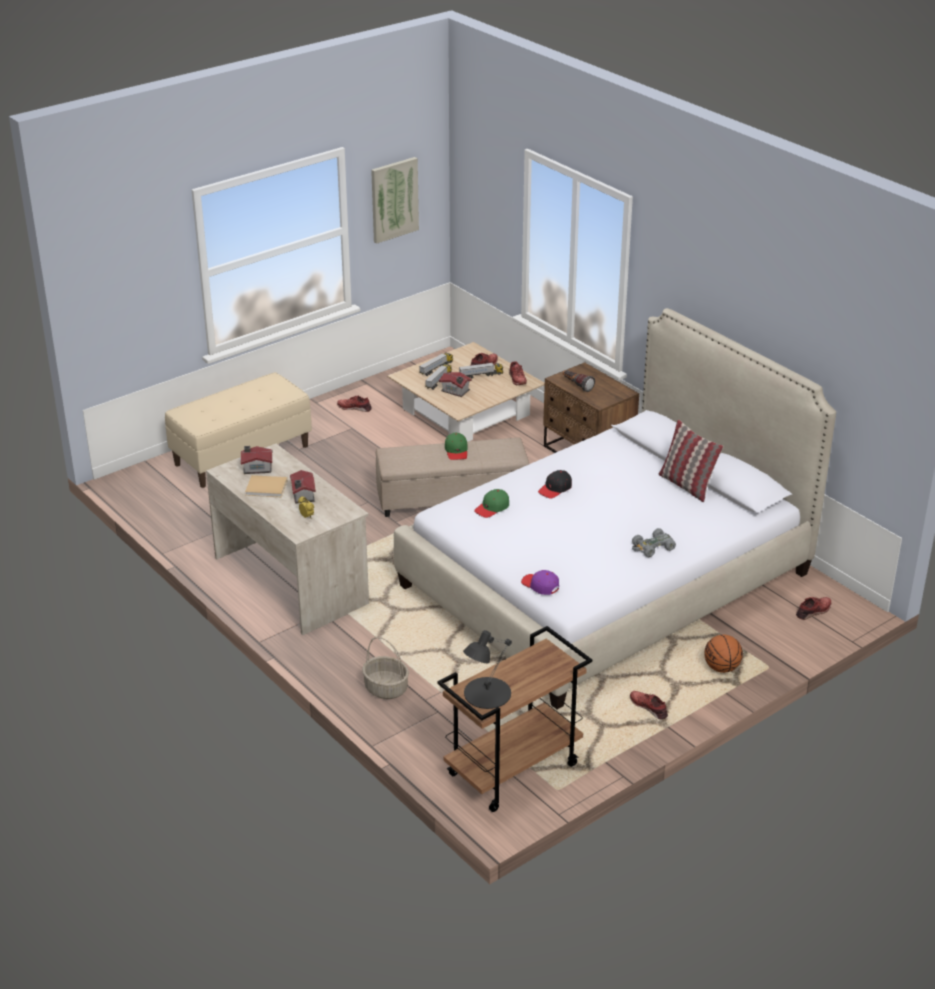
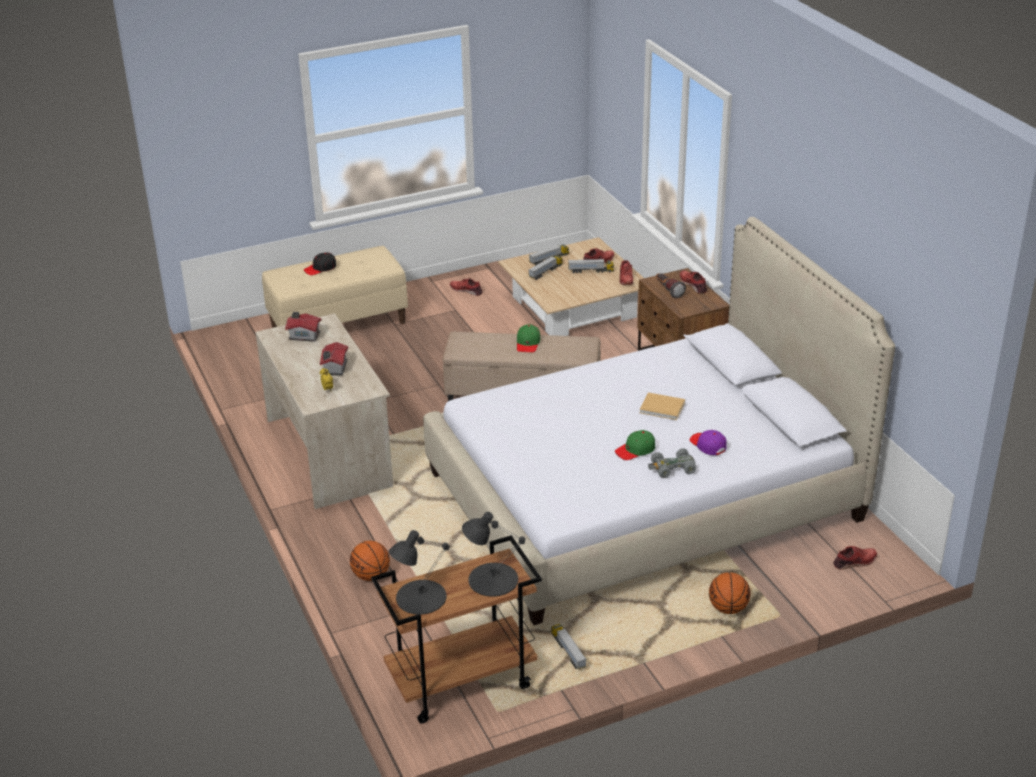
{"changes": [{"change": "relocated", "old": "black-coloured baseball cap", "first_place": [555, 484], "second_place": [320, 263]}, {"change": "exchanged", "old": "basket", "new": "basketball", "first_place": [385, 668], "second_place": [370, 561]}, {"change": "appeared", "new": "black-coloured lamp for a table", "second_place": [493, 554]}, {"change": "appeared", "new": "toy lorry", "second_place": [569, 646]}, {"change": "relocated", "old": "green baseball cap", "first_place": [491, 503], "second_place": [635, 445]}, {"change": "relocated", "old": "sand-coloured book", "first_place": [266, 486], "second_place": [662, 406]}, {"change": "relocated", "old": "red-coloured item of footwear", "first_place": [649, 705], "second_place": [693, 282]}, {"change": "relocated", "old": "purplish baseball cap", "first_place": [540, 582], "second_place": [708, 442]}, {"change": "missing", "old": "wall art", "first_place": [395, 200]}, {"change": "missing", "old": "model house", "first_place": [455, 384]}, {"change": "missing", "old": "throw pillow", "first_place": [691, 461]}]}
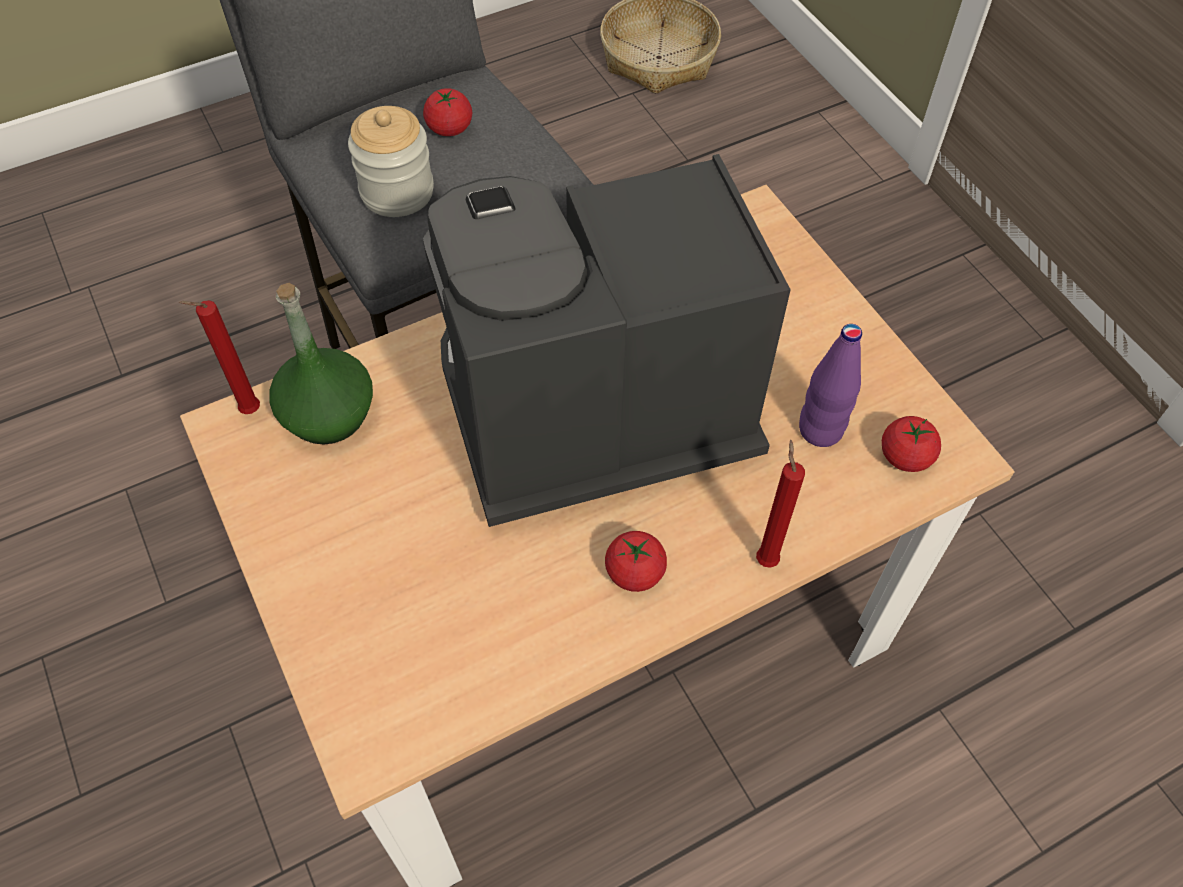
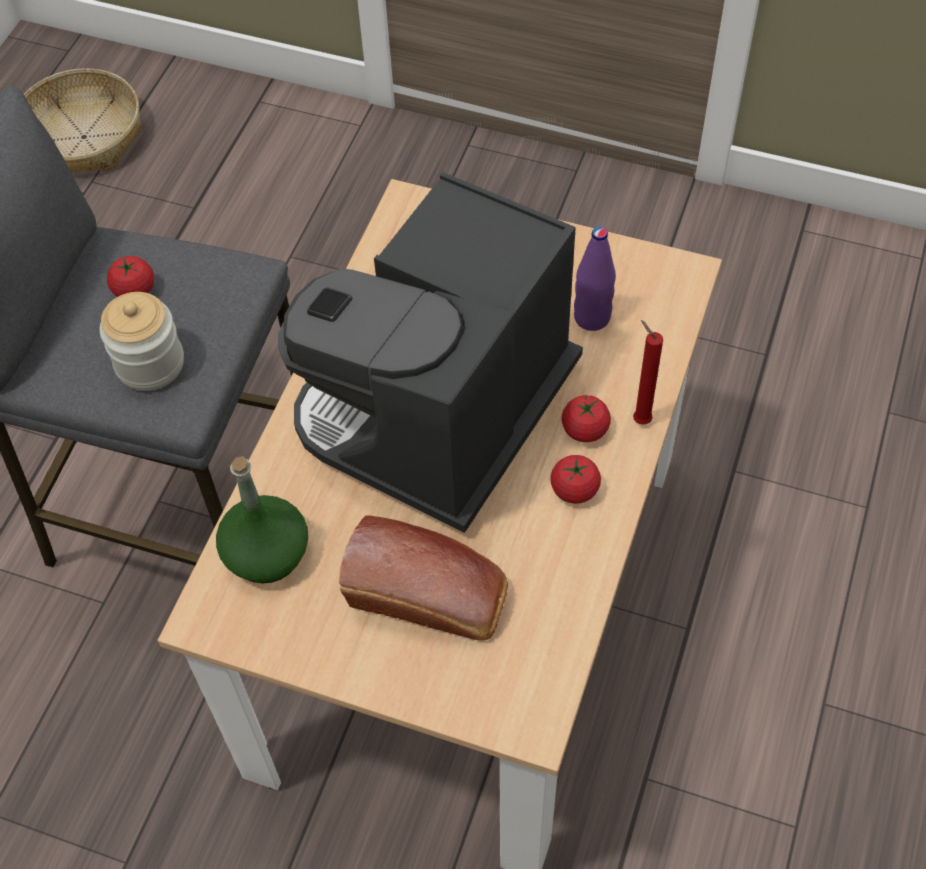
{"changes": [{"change": "appeared", "new": "bakery bread", "second_place": [423, 578]}, {"change": "relocated", "old": "fresh tomato", "first_place": [911, 444], "second_place": [586, 418]}, {"change": "missing", "old": "red-coloured candle", "first_place": [219, 357]}]}
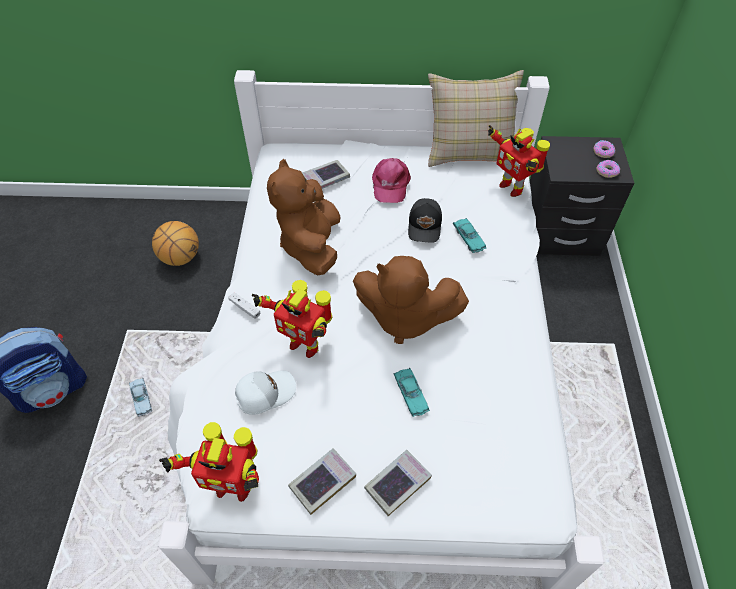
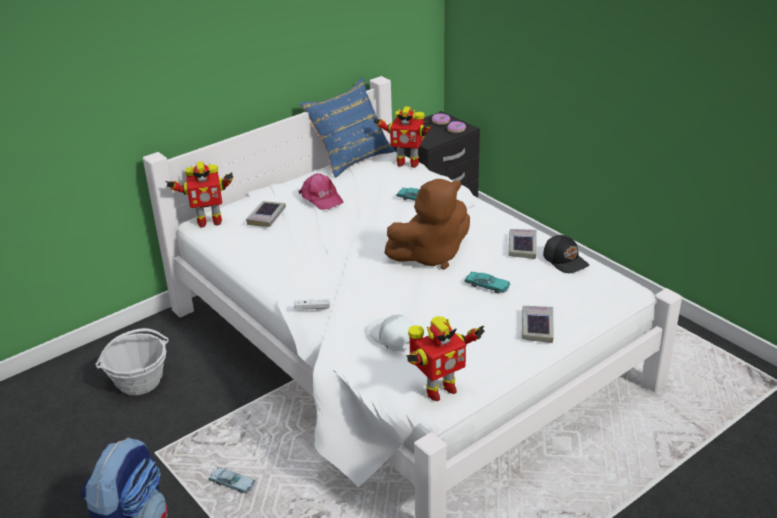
{"changes": [{"change": "exchanged", "old": "basketball", "new": "basket", "first_place": [175, 243], "second_place": [132, 361]}, {"change": "relocated", "old": "robot figure", "first_place": [292, 319], "second_place": [199, 194]}, {"change": "colour", "old": "sand-coloured throw pillow", "new": "blue throw pillow", "first_place": [476, 118], "second_place": [348, 128]}, {"change": "spun", "old": "white-coloured baseball cap", "first_place": [265, 392], "second_place": [391, 333], "degrees": -60}, {"change": "relocated", "old": "book", "first_place": [322, 482], "second_place": [522, 244]}, {"change": "relocated", "old": "black-coloured baseball cap", "first_place": [425, 220], "second_place": [566, 254]}, {"change": "missing", "old": "brown cuddly toy", "first_place": [304, 217]}]}
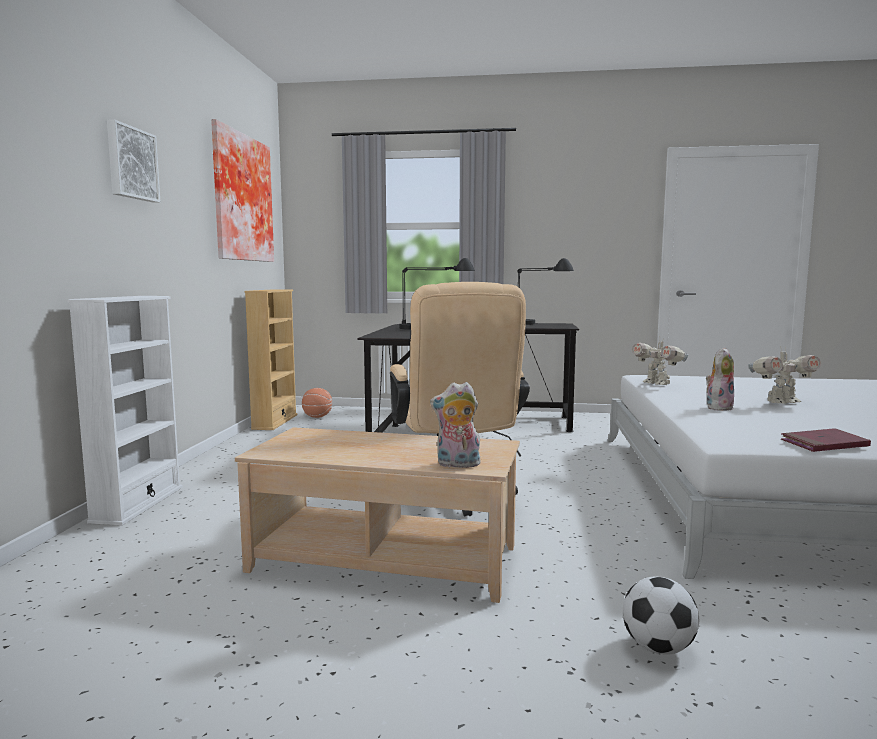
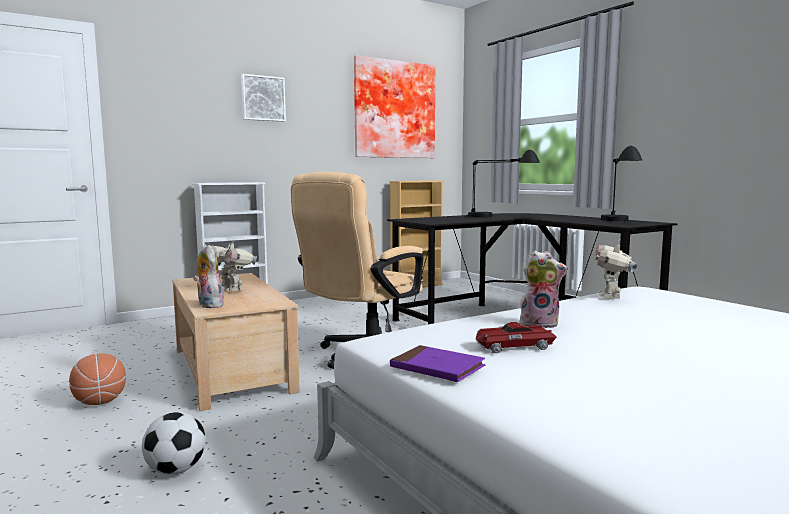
{"changes": [{"change": "relocated", "old": "basketball", "first_place": [317, 403], "second_place": [97, 379]}, {"change": "relocated", "old": "robot figure", "first_place": [785, 375], "second_place": [234, 264]}, {"change": "colour", "old": "red-coloured book", "new": "purplish book", "first_place": [826, 440], "second_place": [437, 363]}, {"change": "appeared", "new": "model car", "second_place": [516, 338]}]}
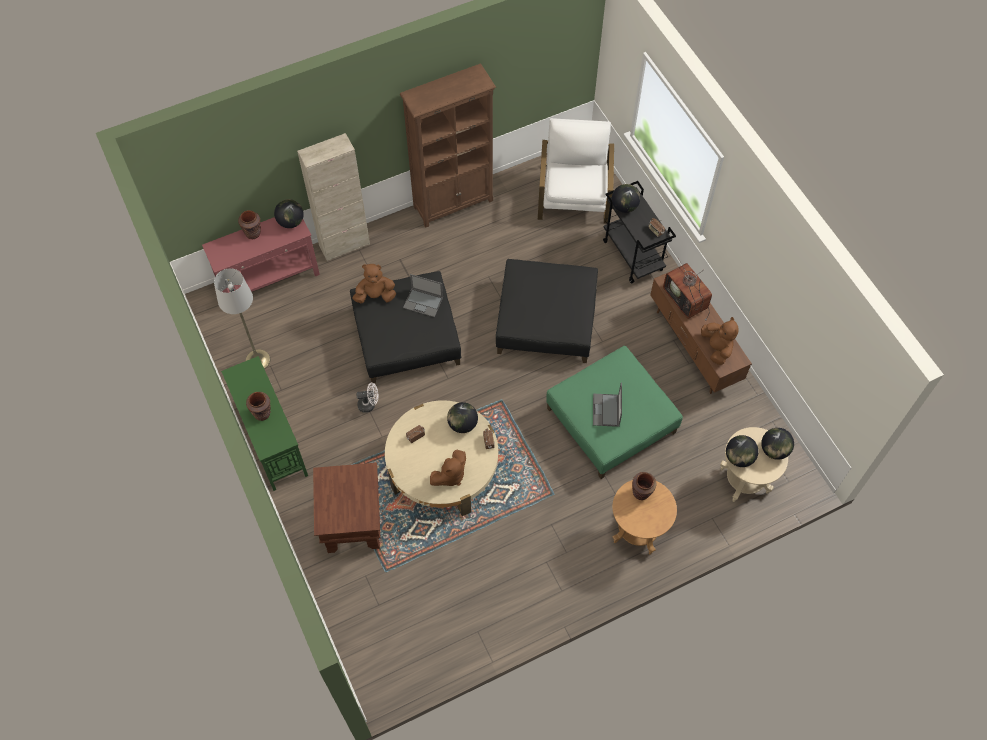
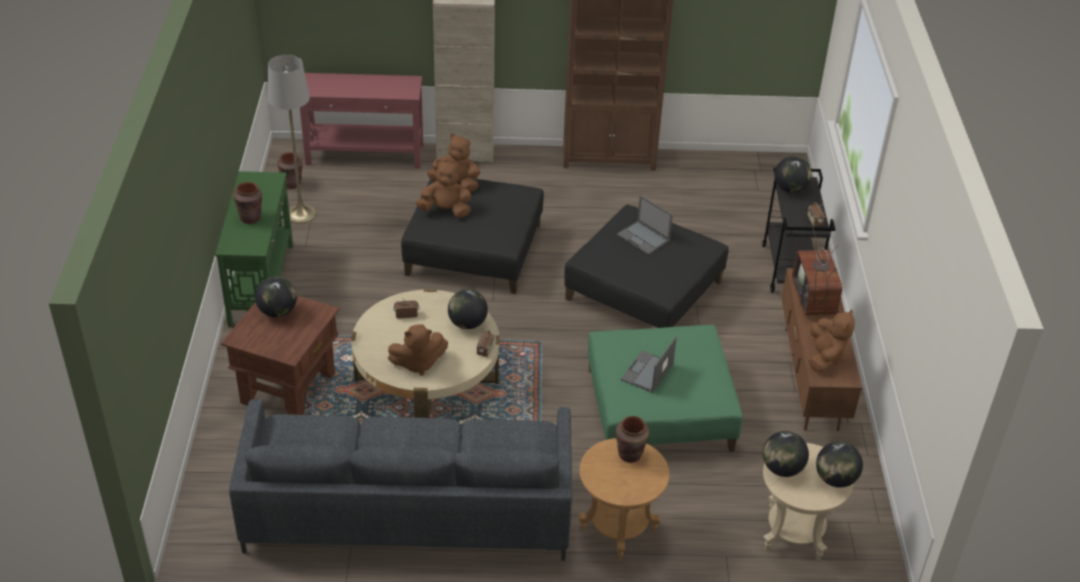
{"changes": [{"change": "appeared", "new": "greyish sofa", "second_place": [400, 480]}, {"change": "relocated", "old": "globe", "first_place": [289, 213], "second_place": [276, 296]}, {"change": "relocated", "old": "brown flower vase", "first_place": [249, 224], "second_place": [289, 170]}, {"change": "appeared", "new": "brown cuddly toy", "second_place": [443, 189]}, {"change": "relocated", "old": "notebook computer", "first_place": [423, 295], "second_place": [645, 225]}, {"change": "missing", "old": "white-coloured electric fan", "first_place": [367, 397]}, {"change": "missing", "old": "white-coloured lounge chair", "first_place": [576, 171]}]}
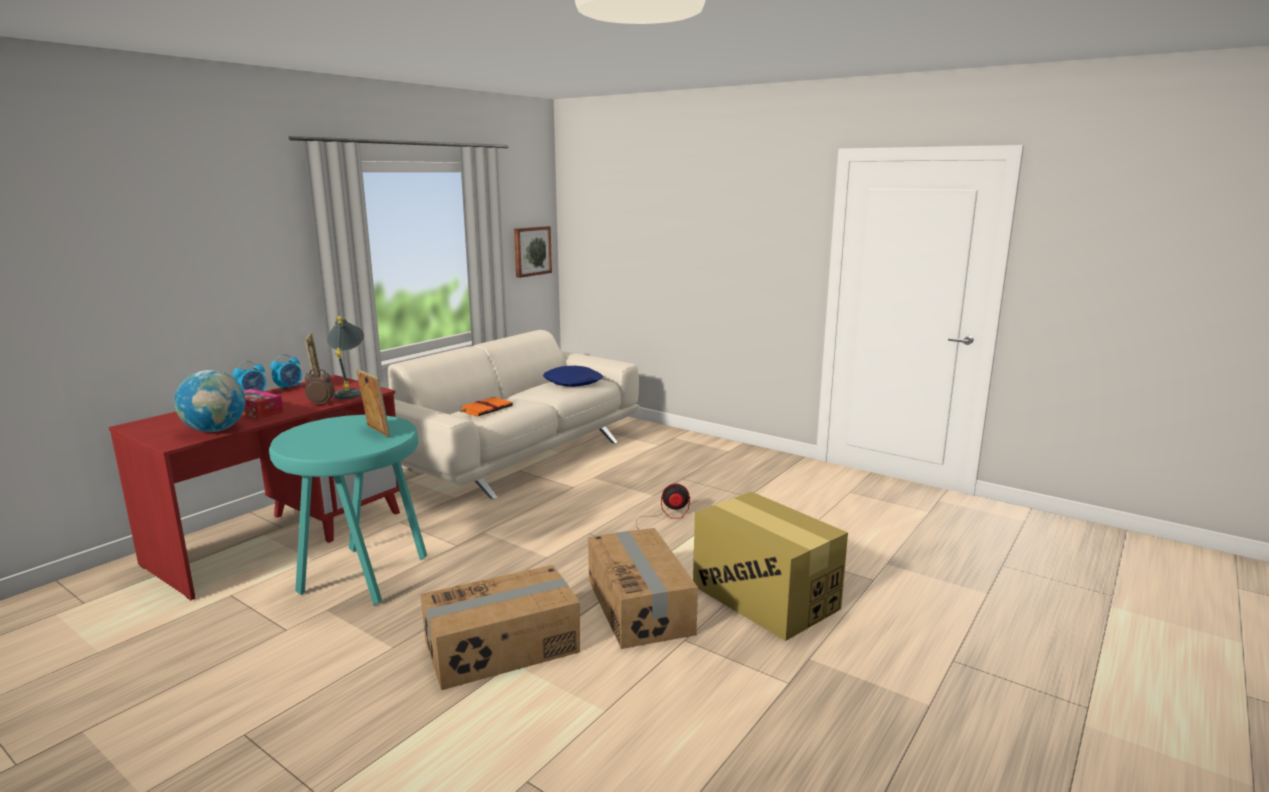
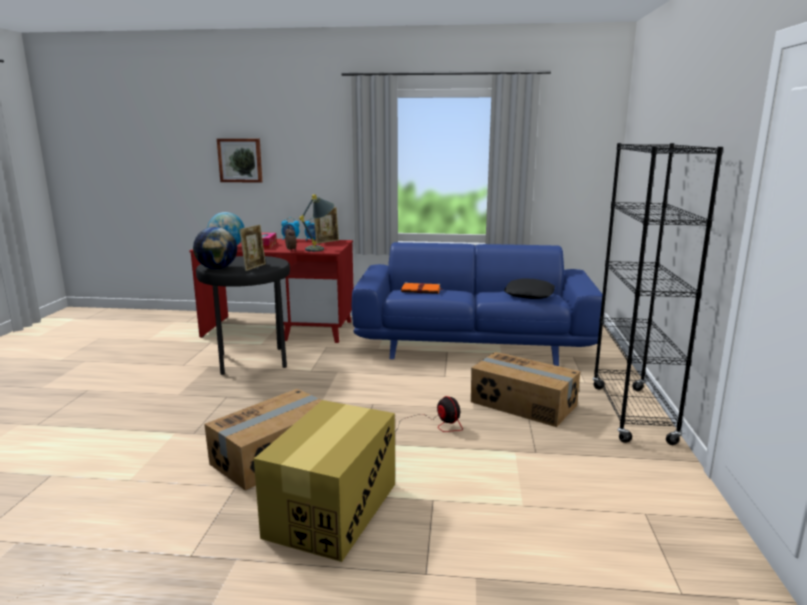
{"changes": [{"change": "appeared", "new": "globe", "second_place": [215, 248]}, {"change": "colour", "old": "turquoise-coloured stool seat", "new": "black-coloured stool seat", "first_place": [348, 510], "second_place": [243, 315]}, {"change": "relocated", "old": "wall art", "first_place": [533, 252], "second_place": [239, 160]}, {"change": "colour", "old": "sand-coloured sofa", "new": "blue sofa", "first_place": [513, 414], "second_place": [477, 304]}, {"change": "relocated", "old": "packing box", "first_place": [500, 627], "second_place": [525, 389]}, {"change": "colour", "old": "blue throw pillow", "new": "black-coloured throw pillow", "first_place": [573, 376], "second_place": [529, 289]}, {"change": "appeared", "new": "black-coloured shelving unit", "second_place": [657, 294]}]}
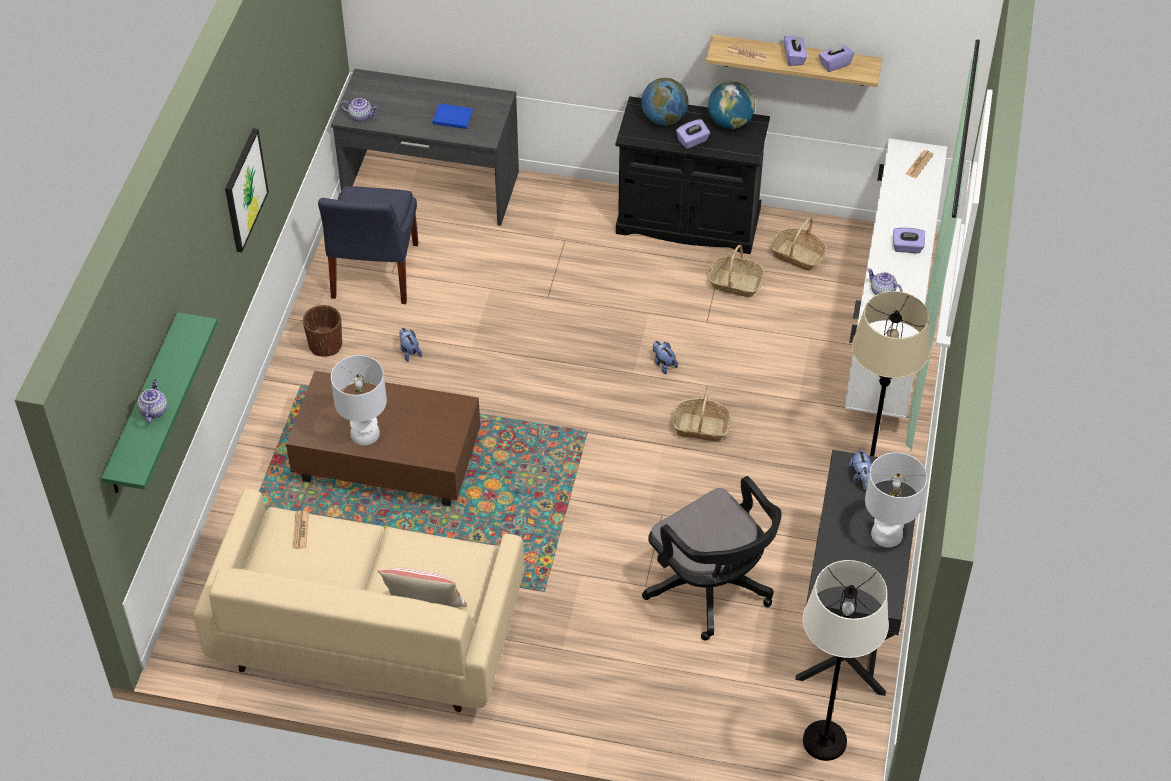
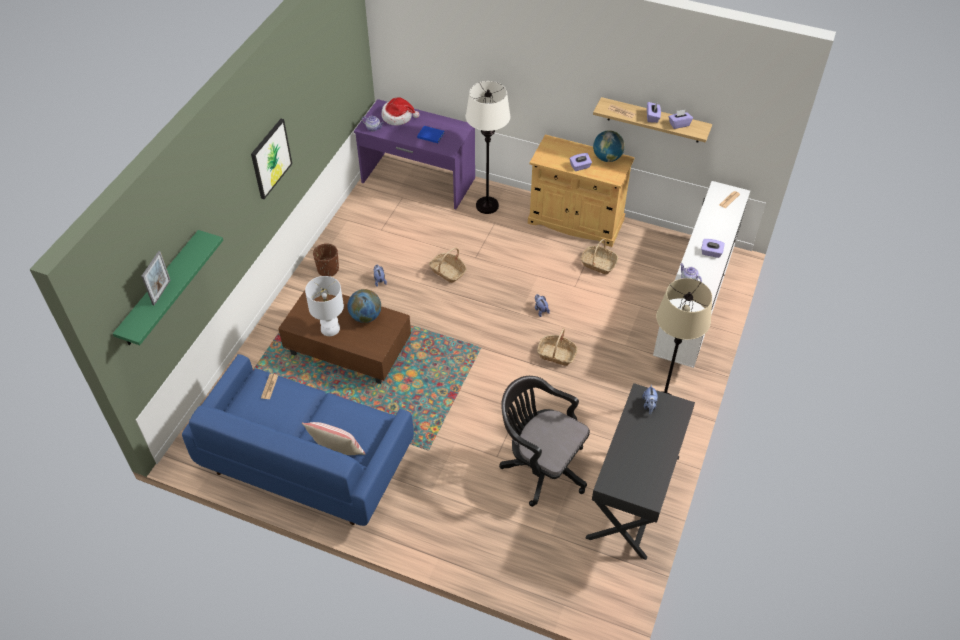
{"changes": [{"change": "exchanged", "old": "tea pot", "new": "picture frame", "first_place": [152, 401], "second_place": [156, 278]}, {"change": "colour", "old": "sand-coloured sofa", "new": "blue sofa", "first_place": [359, 600], "second_place": [298, 440]}, {"change": "relocated", "old": "globe", "first_place": [664, 101], "second_place": [364, 306]}, {"change": "colour", "old": "greyish desk table", "new": "purplish desk table", "first_place": [425, 147], "second_place": [414, 154]}, {"change": "appeared", "new": "hat", "second_place": [400, 111]}, {"change": "relocated", "old": "basket", "first_place": [799, 244], "second_place": [447, 265]}, {"change": "relocated", "old": "white-coloured standard lamp", "first_place": [846, 660], "second_place": [488, 147]}, {"change": "spun", "old": "black-coloured office chair", "first_place": [711, 558], "second_place": [544, 441], "degrees": 150}, {"change": "colour", "old": "black-coloured storage cabinet", "new": "sand-coloured storage cabinet", "first_place": [693, 175], "second_place": [581, 190]}, {"change": "missing", "old": "blue chair", "first_place": [368, 245]}, {"change": "missing", "old": "white-coloured lamp for a table", "first_place": [896, 499]}]}
